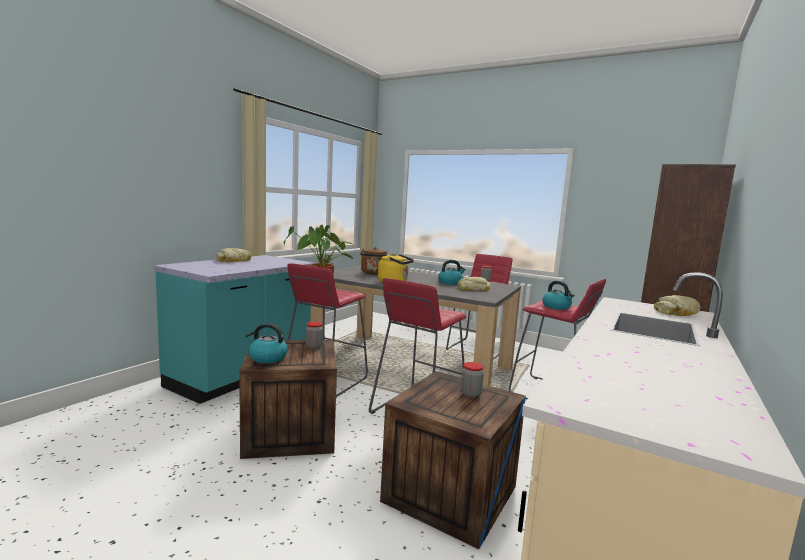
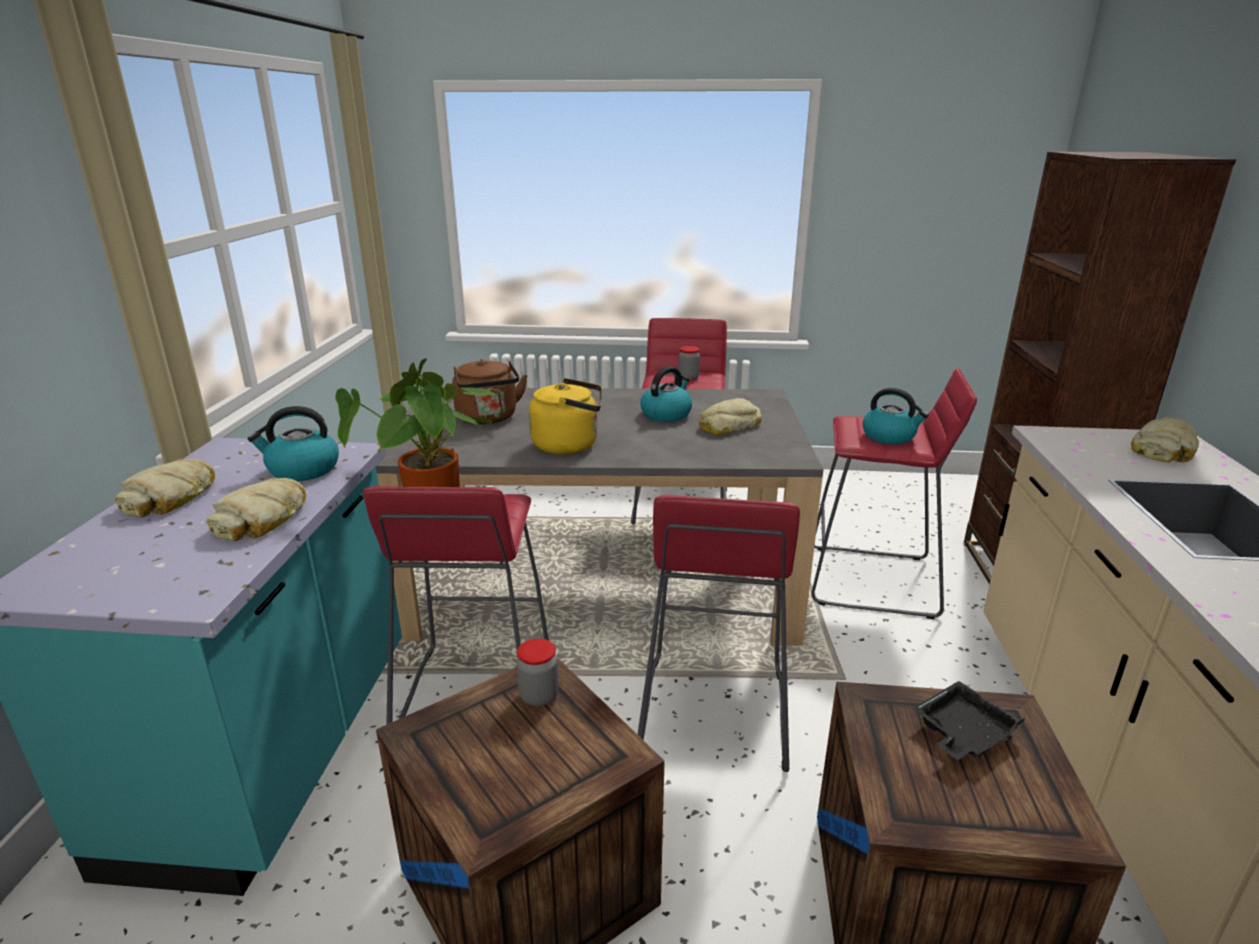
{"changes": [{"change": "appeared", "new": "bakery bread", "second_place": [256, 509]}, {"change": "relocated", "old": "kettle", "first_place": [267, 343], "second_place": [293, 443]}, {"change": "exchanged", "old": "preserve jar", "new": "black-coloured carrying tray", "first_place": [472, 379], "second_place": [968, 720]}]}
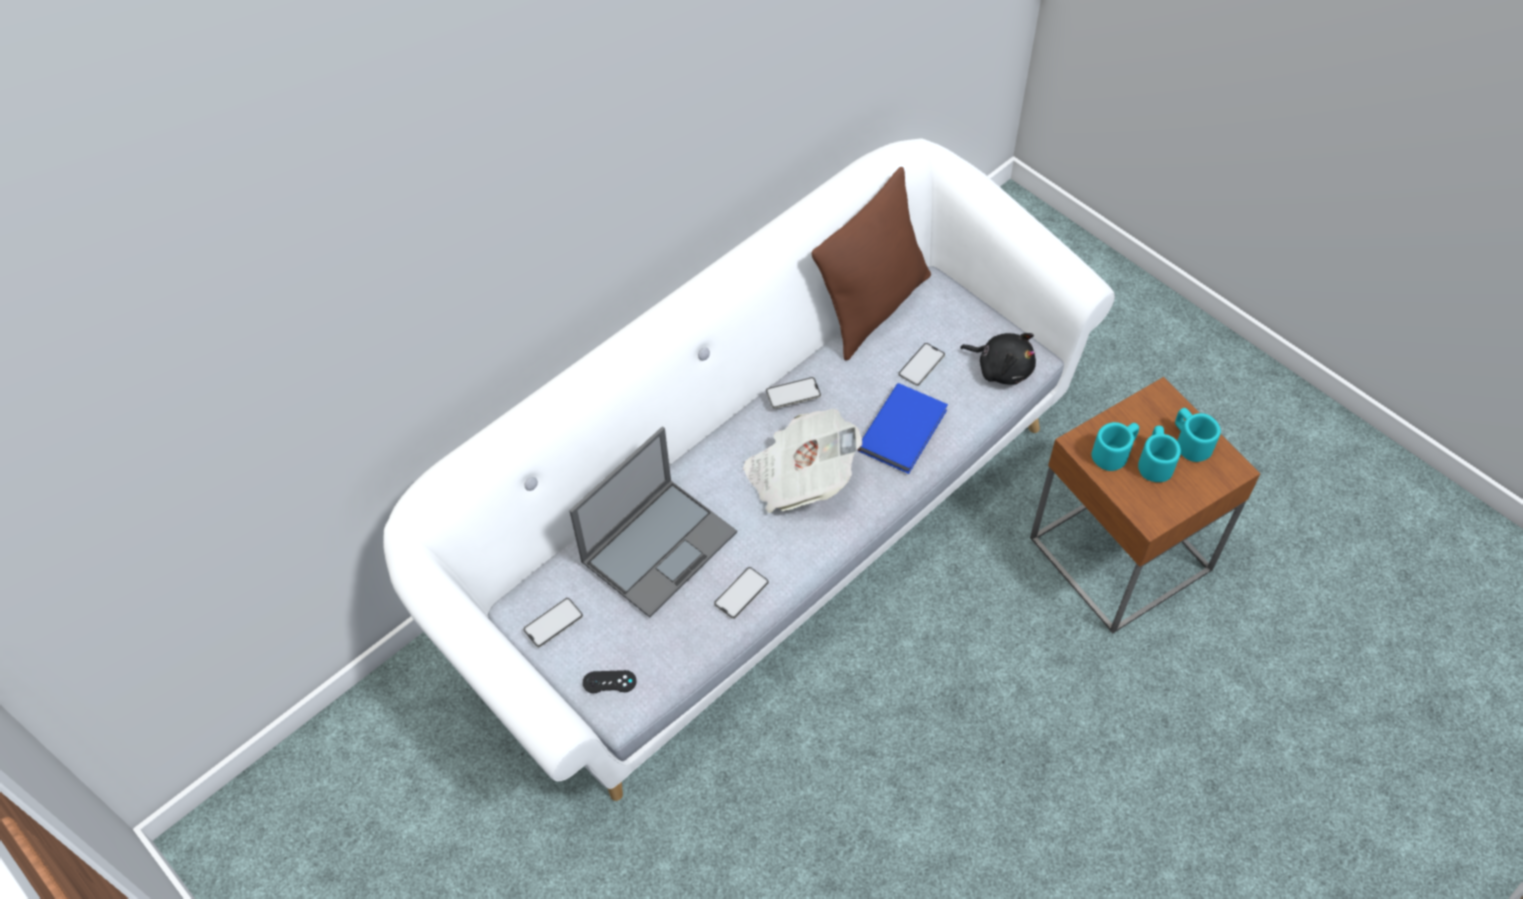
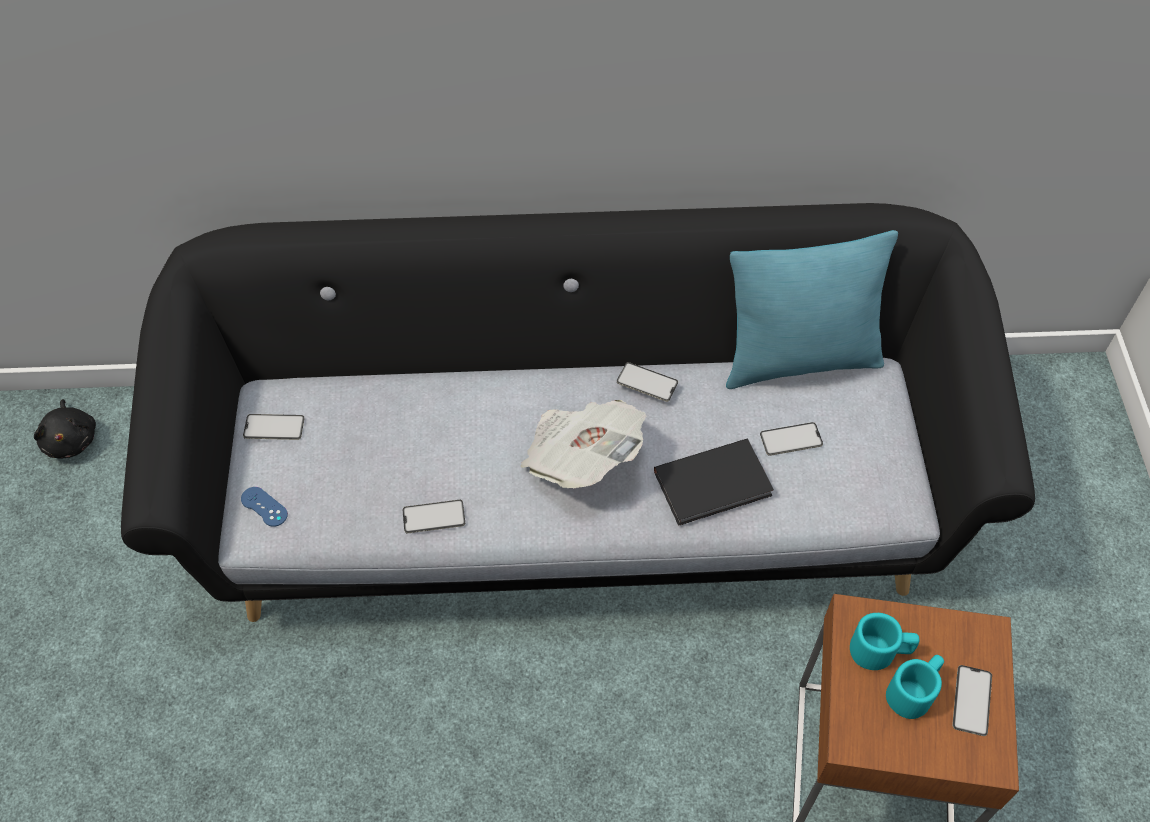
{"changes": [{"change": "relocated", "old": "black-coloured cuddly toy", "first_place": [998, 359], "second_place": [65, 428]}, {"change": "colour", "old": "white-coloured sofa", "new": "black-coloured sofa", "first_place": [749, 469], "second_place": [578, 412]}, {"change": "colour", "old": "black-coloured joypad", "new": "blue joypad", "first_place": [609, 681], "second_place": [264, 507]}, {"change": "colour", "old": "blue book", "new": "black-coloured book", "first_place": [902, 428], "second_place": [714, 482]}, {"change": "colour", "old": "brown throw pillow", "new": "turquoise-coloured throw pillow", "first_place": [871, 263], "second_place": [812, 309]}, {"change": "exchanged", "old": "turquoise-coloured coffee mug", "new": "telephone", "first_place": [1198, 435], "second_place": [972, 700]}, {"change": "missing", "old": "notebook computer", "first_place": [653, 522]}]}
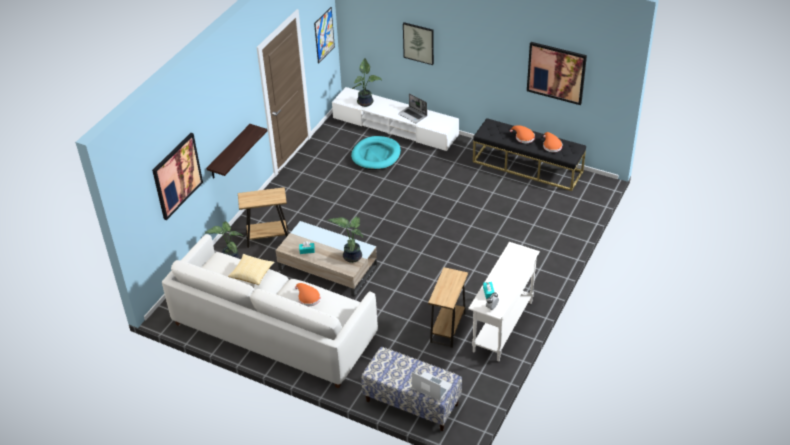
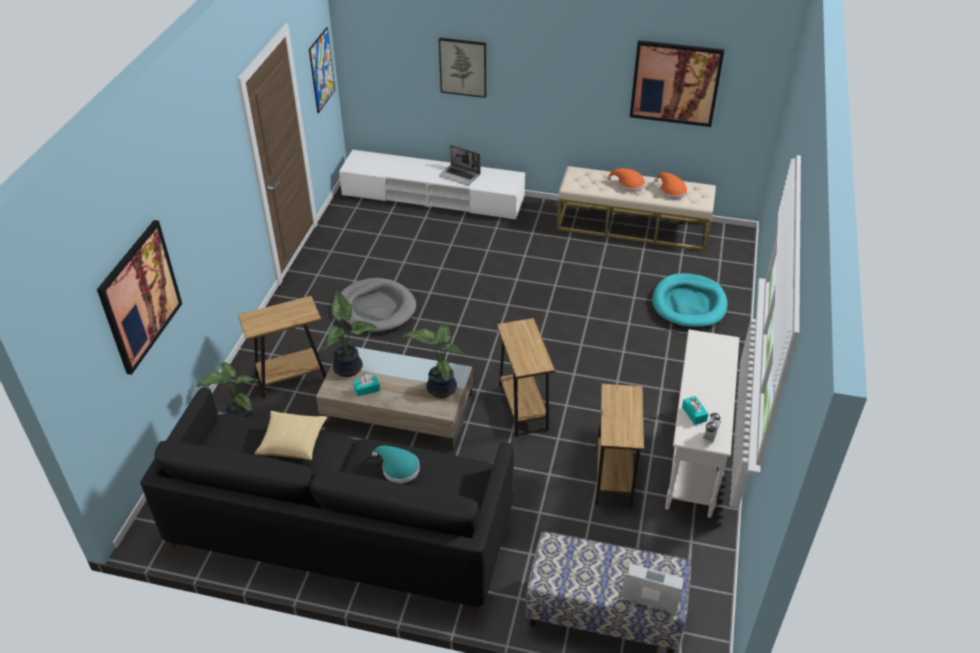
{"changes": [{"change": "colour", "old": "white-coloured sofa", "new": "black-coloured sofa", "first_place": [270, 311], "second_place": [327, 500]}, {"change": "relocated", "old": "plant in a pot", "first_place": [367, 82], "second_place": [349, 333]}, {"change": "appeared", "new": "greyish dog cushion", "second_place": [378, 305]}, {"change": "colour", "old": "orangey hat", "new": "turquoise-coloured hat", "first_place": [307, 294], "second_place": [396, 464]}, {"change": "appeared", "new": "brown side table", "second_place": [526, 377]}, {"change": "colour", "old": "black-coloured long seat", "new": "sand-coloured long seat", "first_place": [529, 154], "second_place": [636, 208]}, {"change": "relocated", "old": "turquoise-coloured dog cushion", "first_place": [376, 153], "second_place": [690, 301]}, {"change": "missing", "old": "shelf", "first_place": [236, 151]}]}
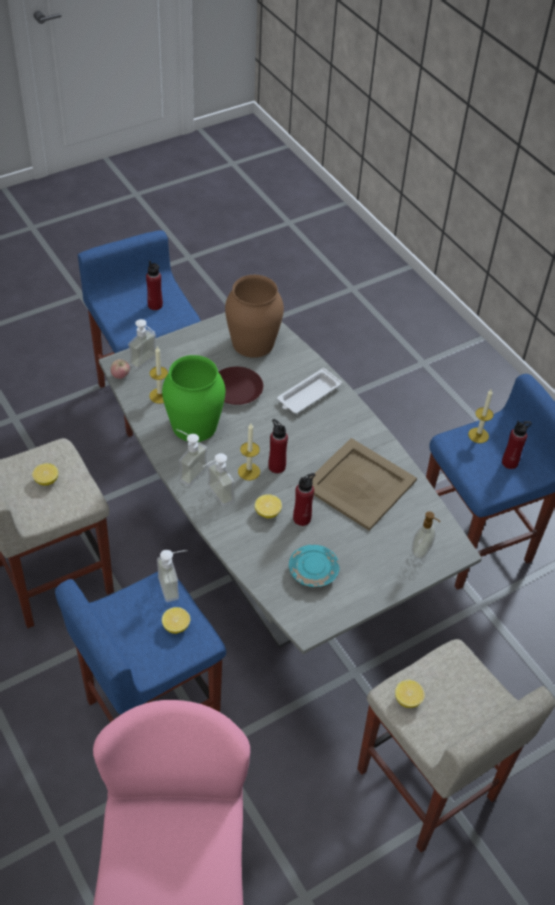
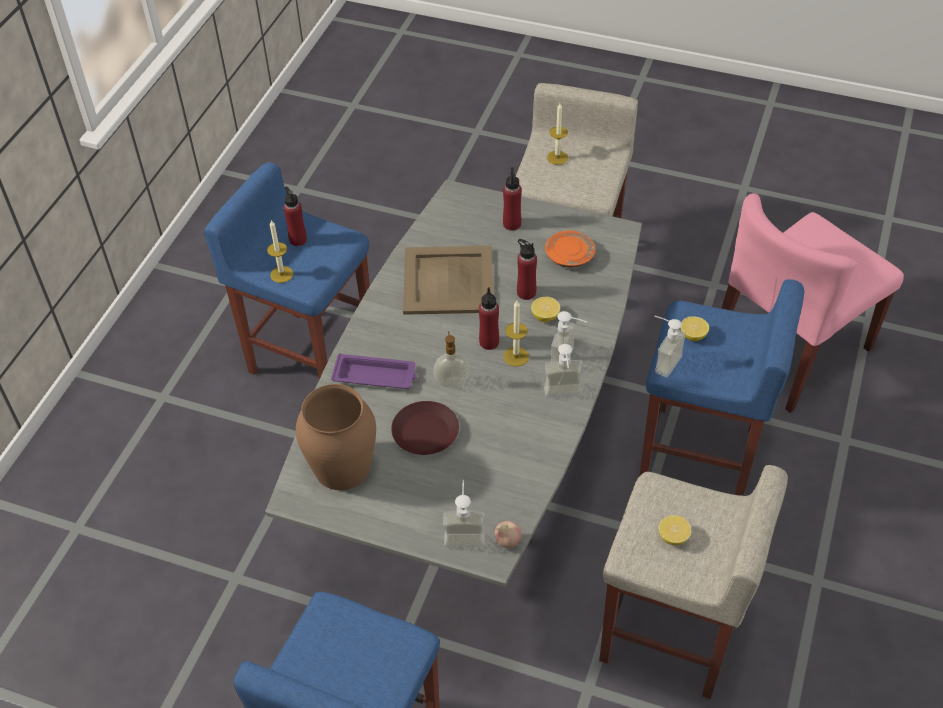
{"changes": [{"change": "colour", "old": "white-coloured carrying tray", "new": "purplish carrying tray", "first_place": [309, 391], "second_place": [374, 371]}, {"change": "relocated", "old": "soap dispenser", "first_place": [426, 535], "second_place": [451, 359]}, {"change": "relocated", "old": "red-coloured drink bottle", "first_place": [154, 285], "second_place": [512, 199]}, {"change": "colour", "old": "turquoise-coloured plate", "new": "orangey plate", "first_place": [314, 566], "second_place": [570, 249]}, {"change": "relocated", "old": "candle", "first_place": [159, 375], "second_place": [557, 134]}, {"change": "missing", "old": "green flower vase", "first_place": [193, 398]}, {"change": "missing", "old": "whole lemon", "first_place": [410, 694]}]}
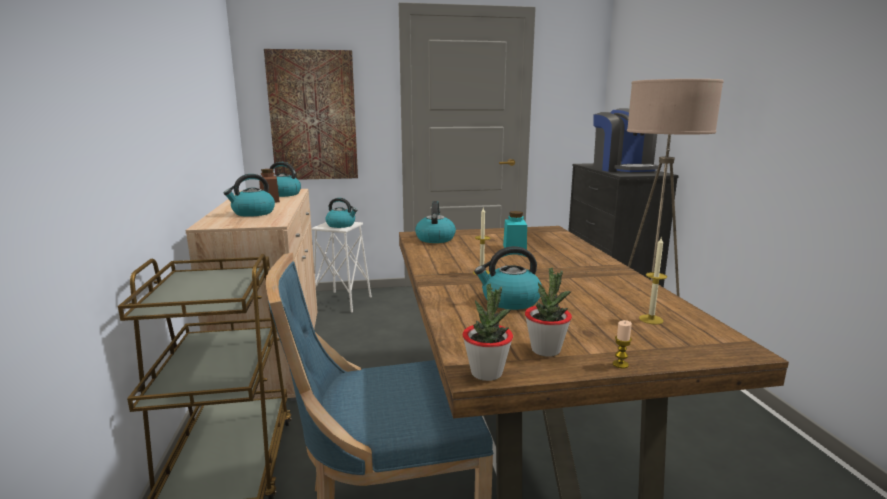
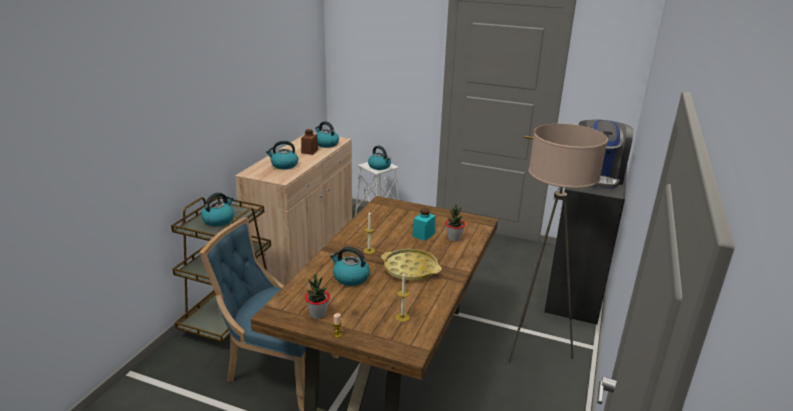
{"changes": [{"change": "relocated", "old": "kettle", "first_place": [435, 222], "second_place": [217, 209]}, {"change": "appeared", "new": "yellowish carrying tray", "second_place": [411, 265]}, {"change": "relocated", "old": "plant in a pot", "first_place": [487, 332], "second_place": [455, 223]}, {"change": "missing", "old": "wall art", "first_place": [311, 114]}]}
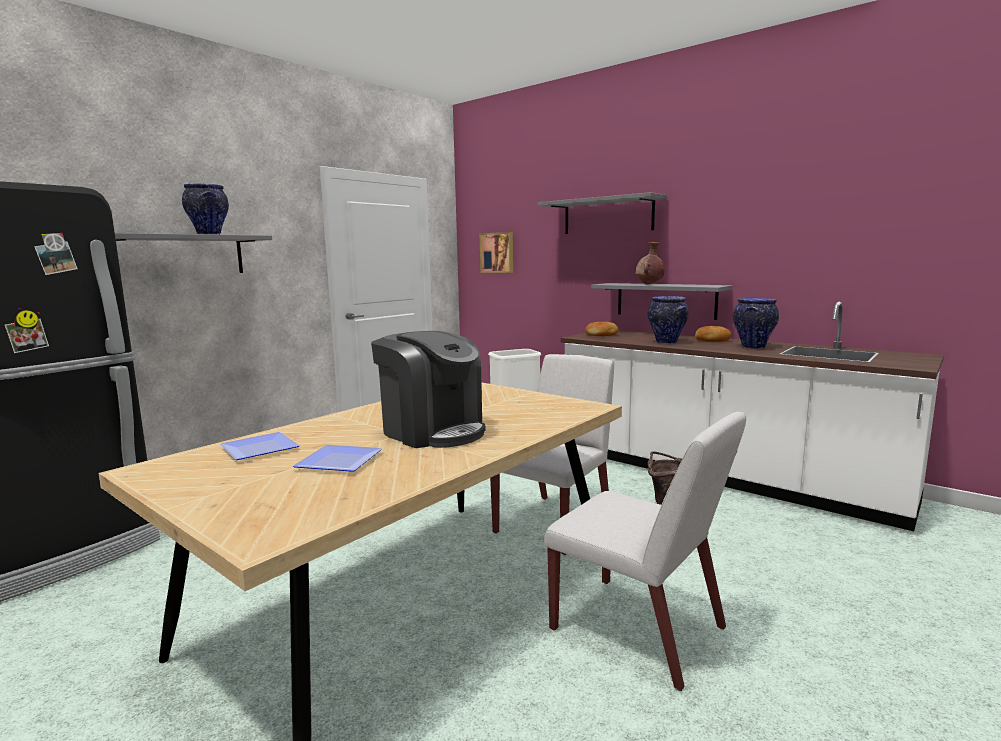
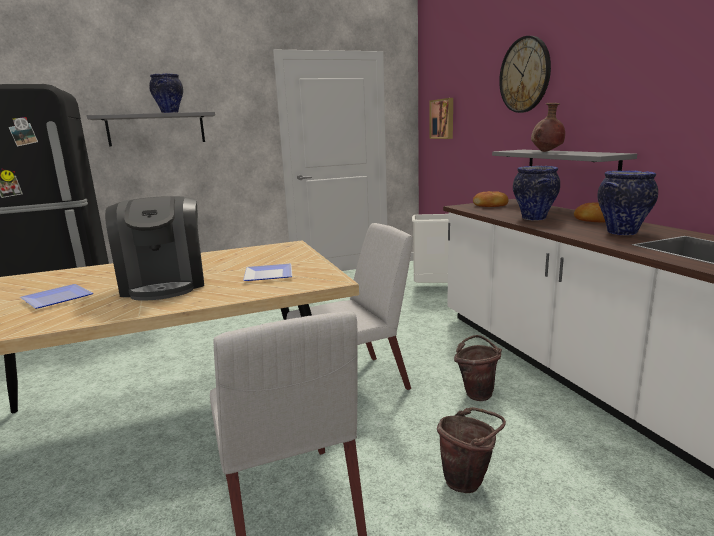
{"changes": [{"change": "relocated", "old": "plate", "first_place": [260, 446], "second_place": [267, 272]}, {"change": "appeared", "new": "brown water bucket", "second_place": [471, 450]}, {"change": "exchanged", "old": "greyish shelf", "new": "wall clock", "first_place": [602, 213], "second_place": [525, 74]}]}
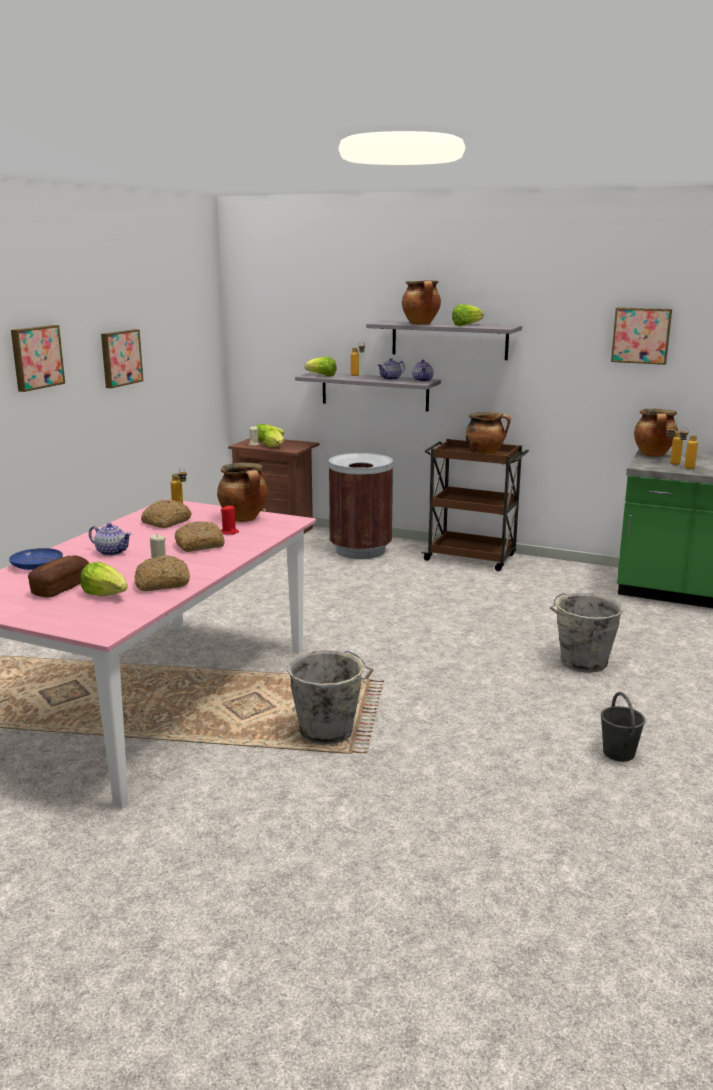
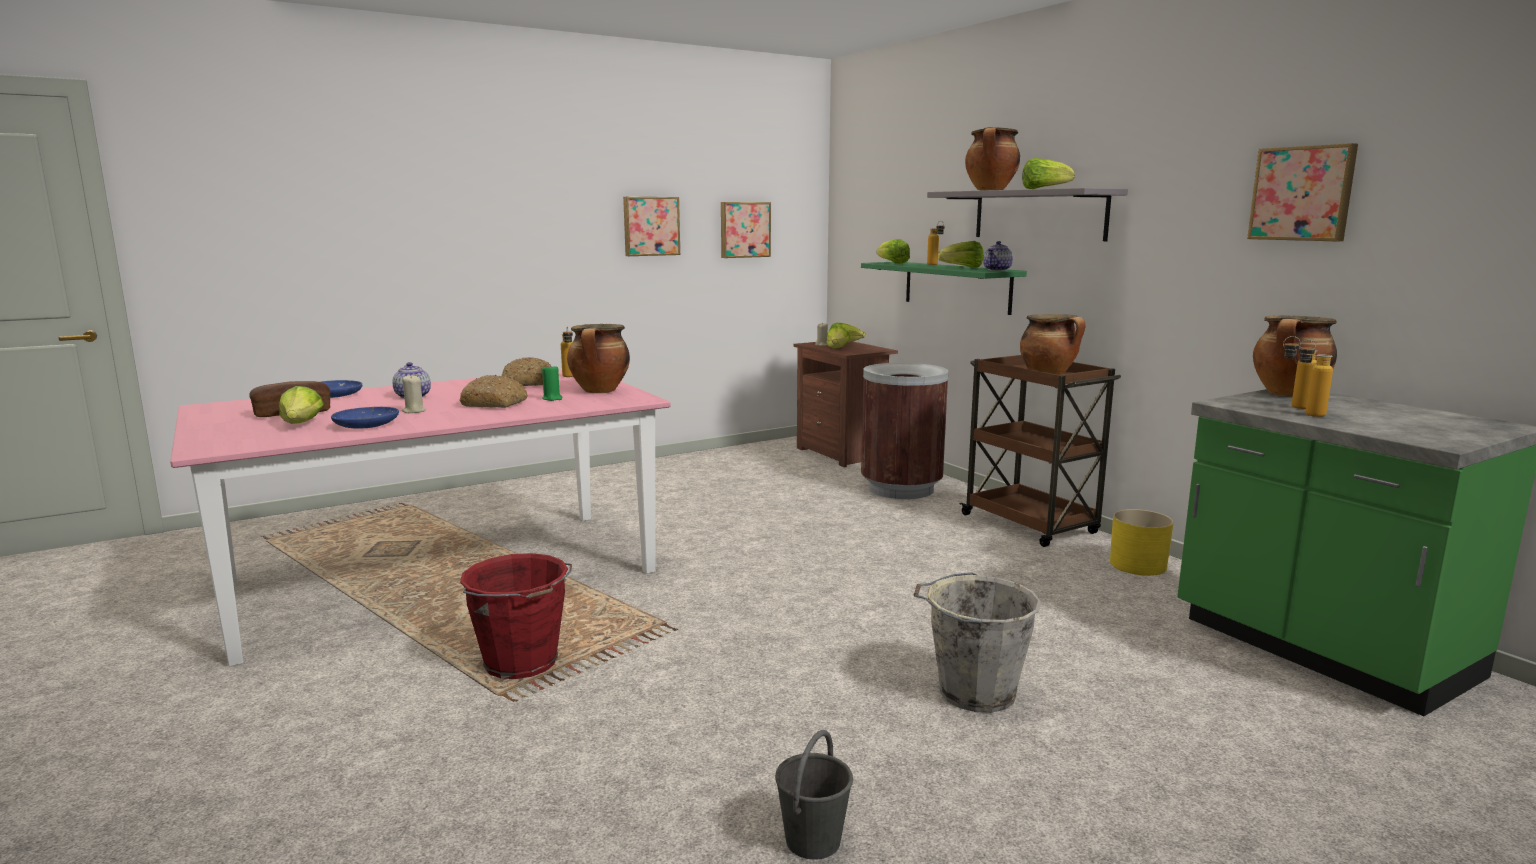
{"changes": [{"change": "exchanged", "old": "bakery bread", "new": "blue plate", "first_place": [162, 573], "second_place": [365, 418]}, {"change": "colour", "old": "greyish water bucket", "new": "red-coloured water bucket", "first_place": [330, 697], "second_place": [516, 616]}, {"change": "colour", "old": "red-coloured candle", "new": "green candle", "first_place": [230, 520], "second_place": [552, 382]}, {"change": "relocated", "old": "wall art", "first_place": [38, 358], "second_place": [746, 230]}, {"change": "colour", "old": "greyish shelf", "new": "green shelf", "first_place": [368, 392], "second_place": [944, 288]}, {"change": "exchanged", "old": "tea pot", "new": "lettuce head", "first_place": [391, 369], "second_place": [961, 254]}, {"change": "appeared", "new": "yellowish planter", "second_place": [1142, 542]}]}
